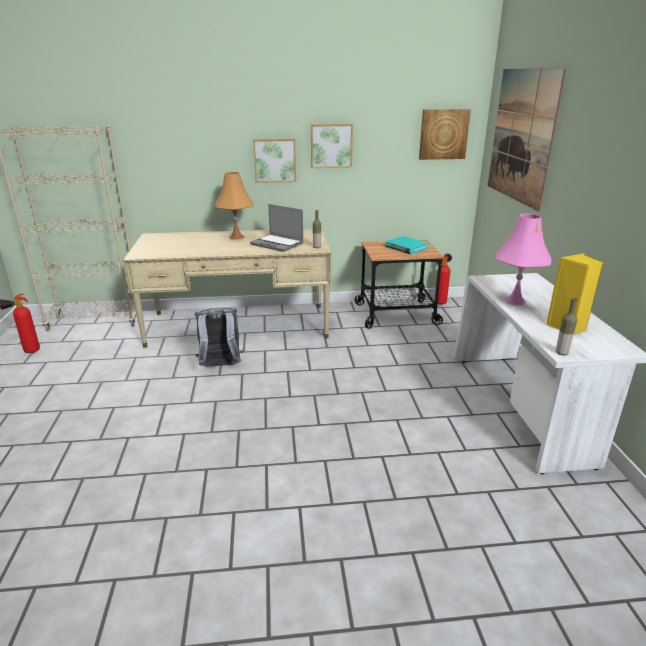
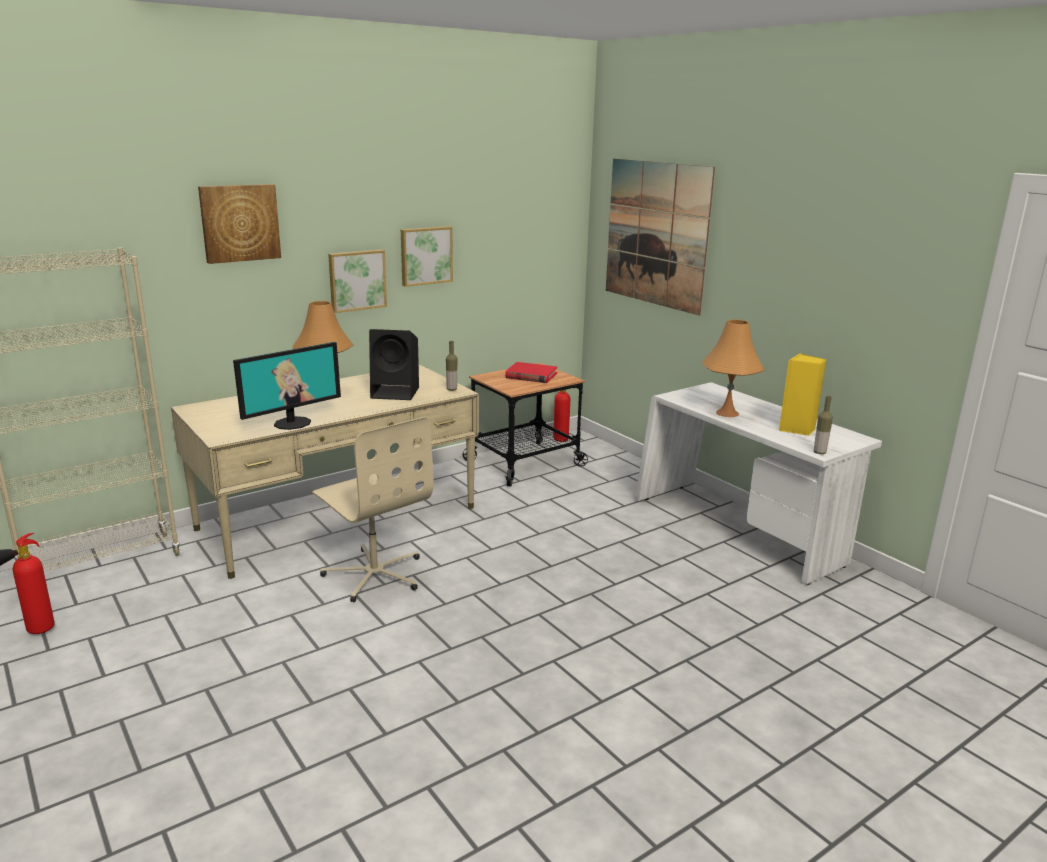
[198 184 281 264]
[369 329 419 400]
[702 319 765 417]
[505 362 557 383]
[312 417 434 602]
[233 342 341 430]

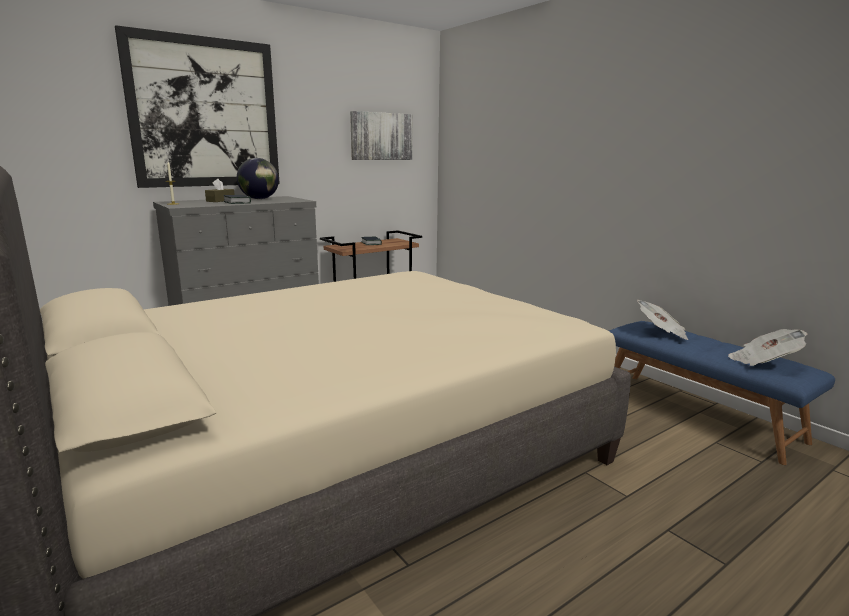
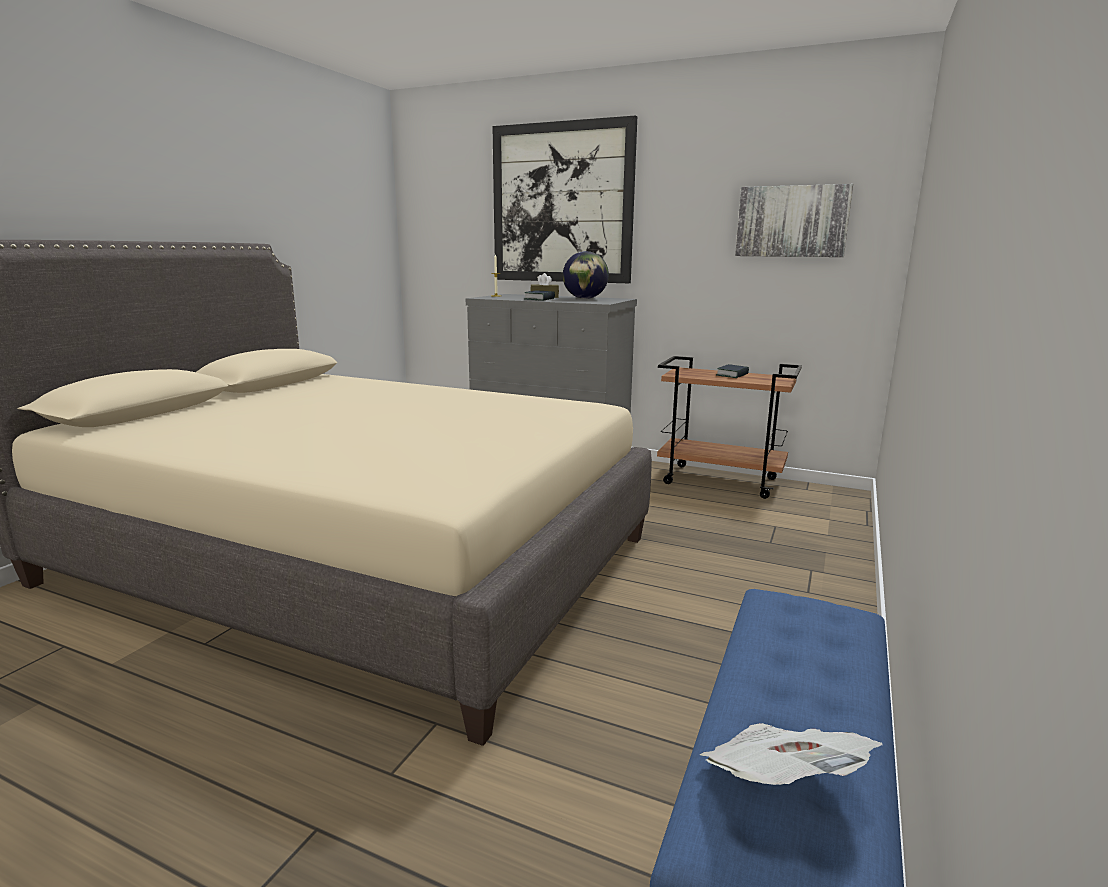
[637 300 688 340] (first image)

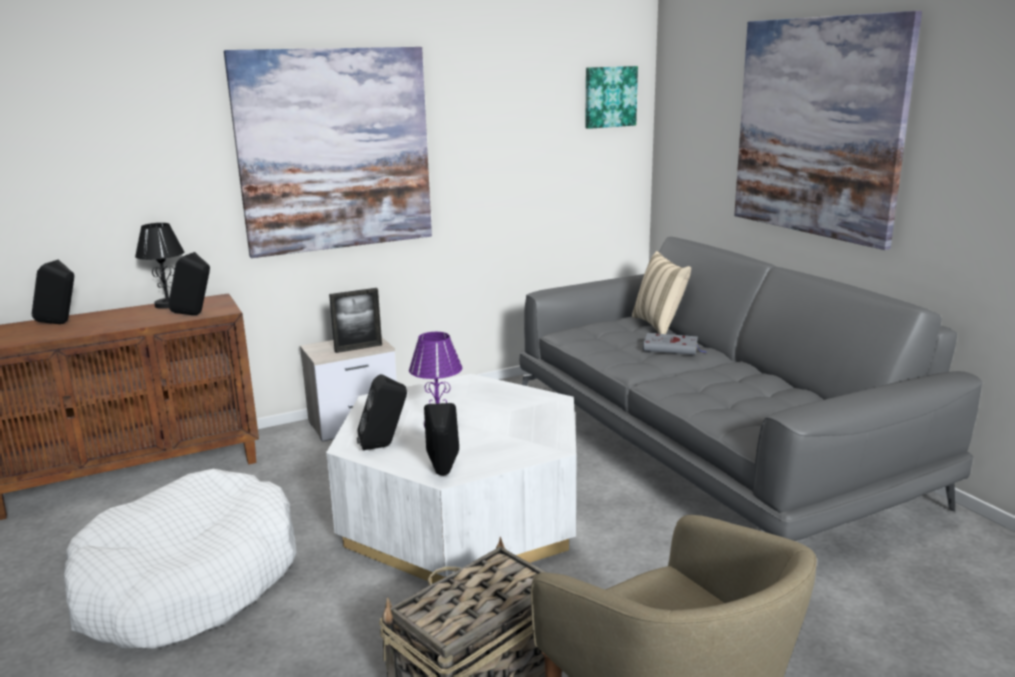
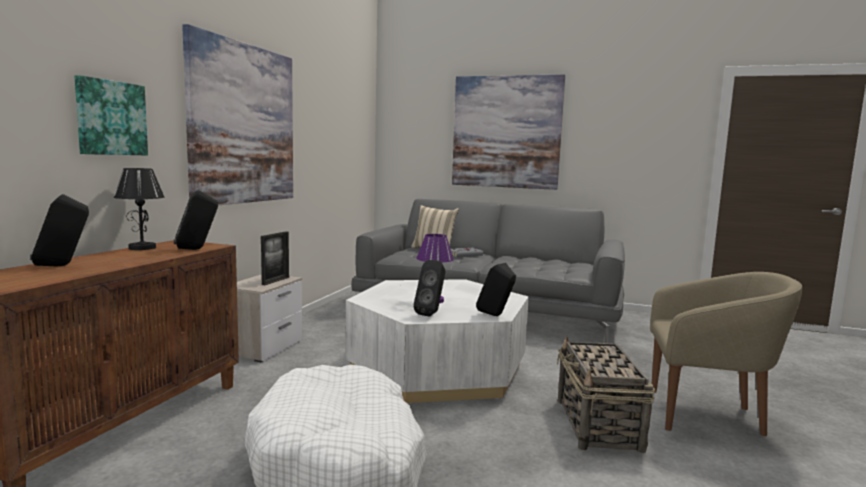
[75 75 148 156]

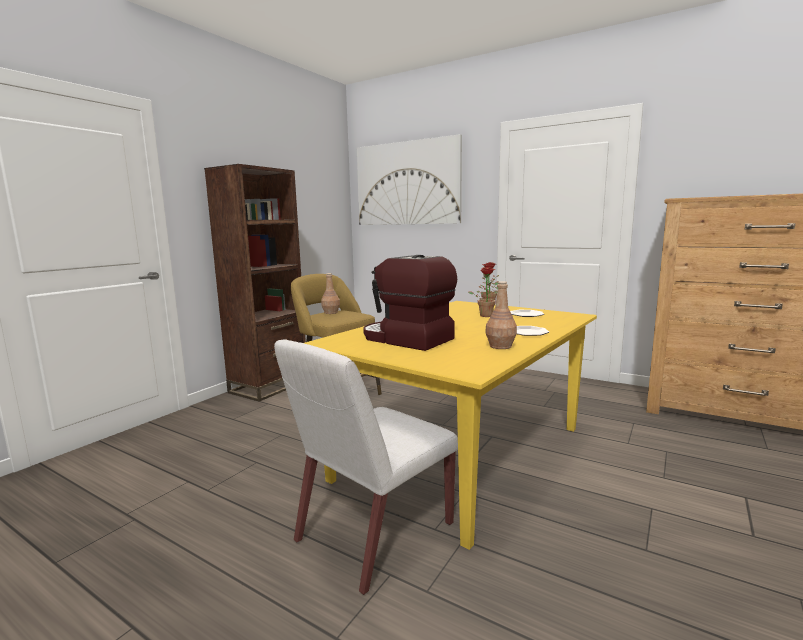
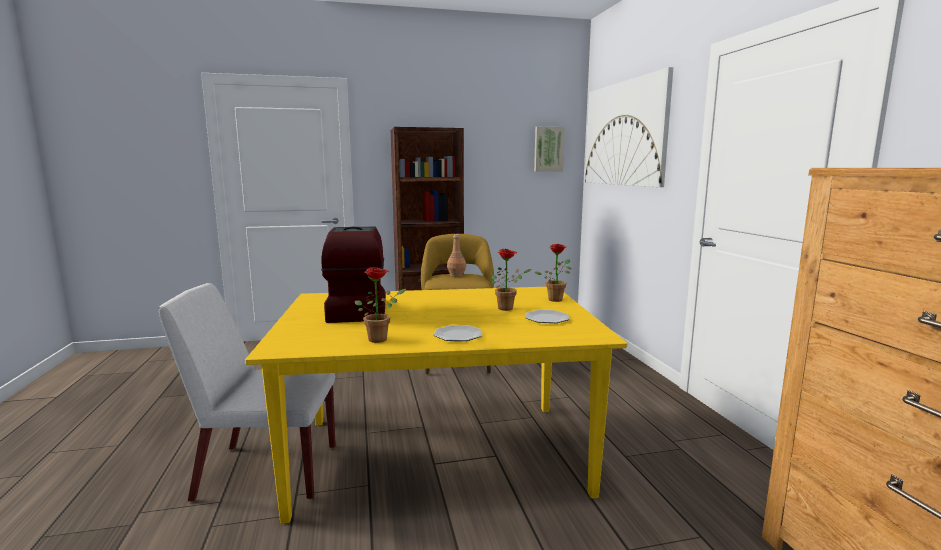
[355 267 406 343]
[534 127 565 171]

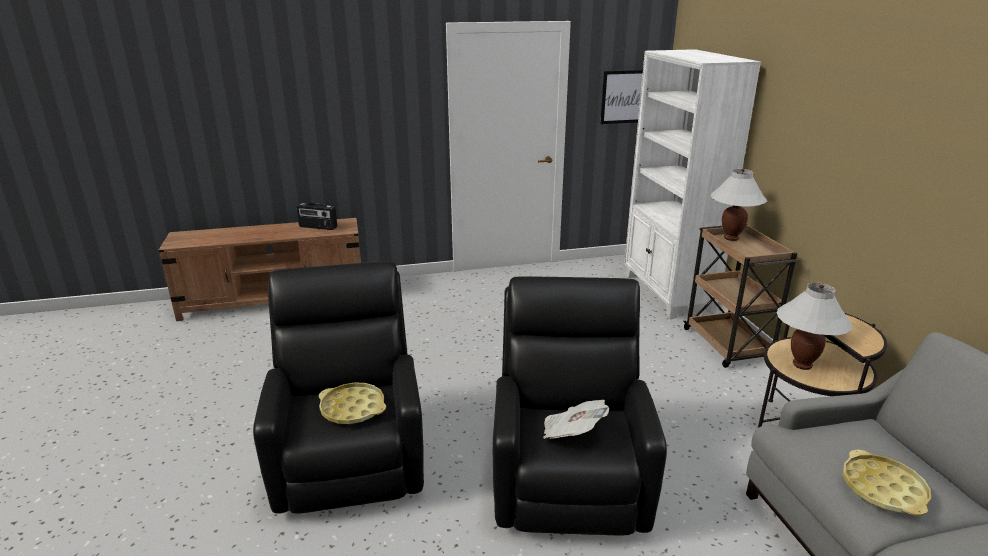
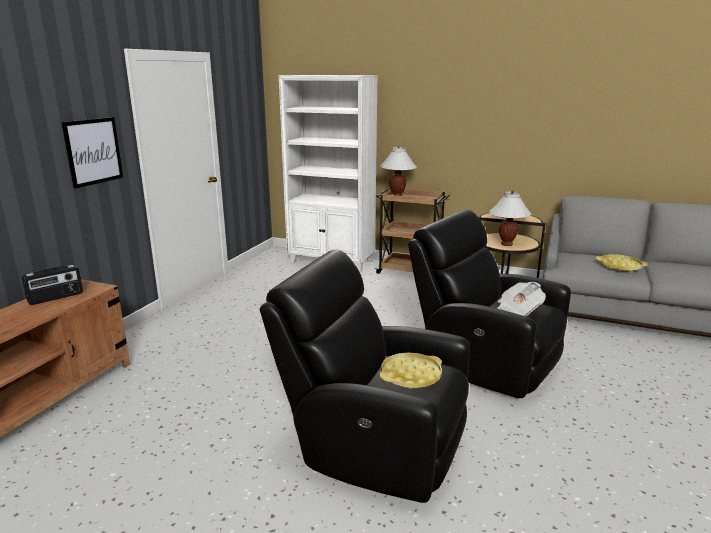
[62 117 123 189]

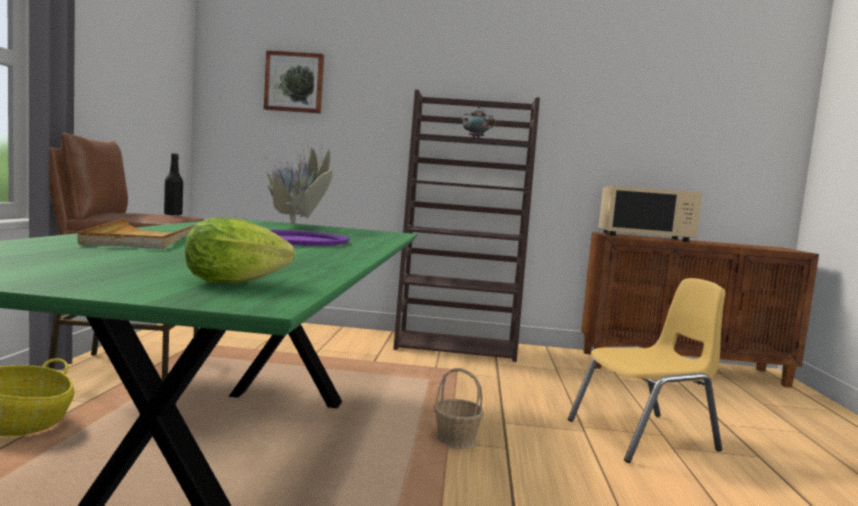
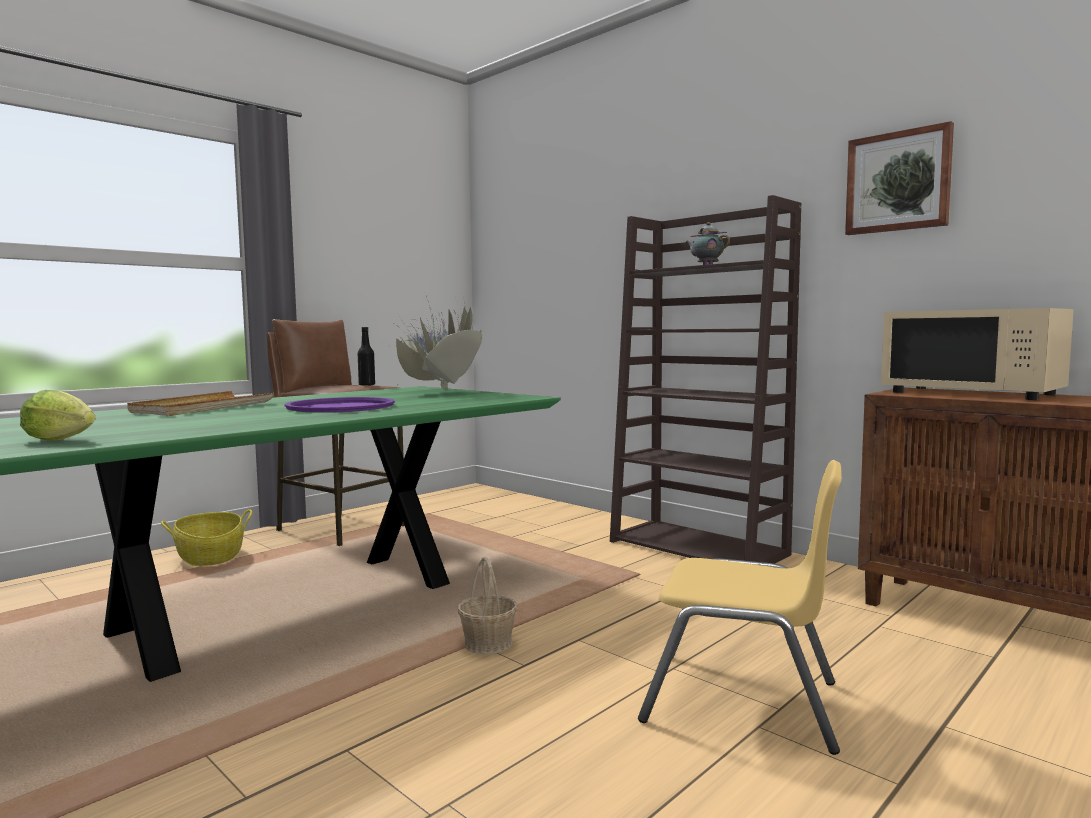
[845 121 954 235]

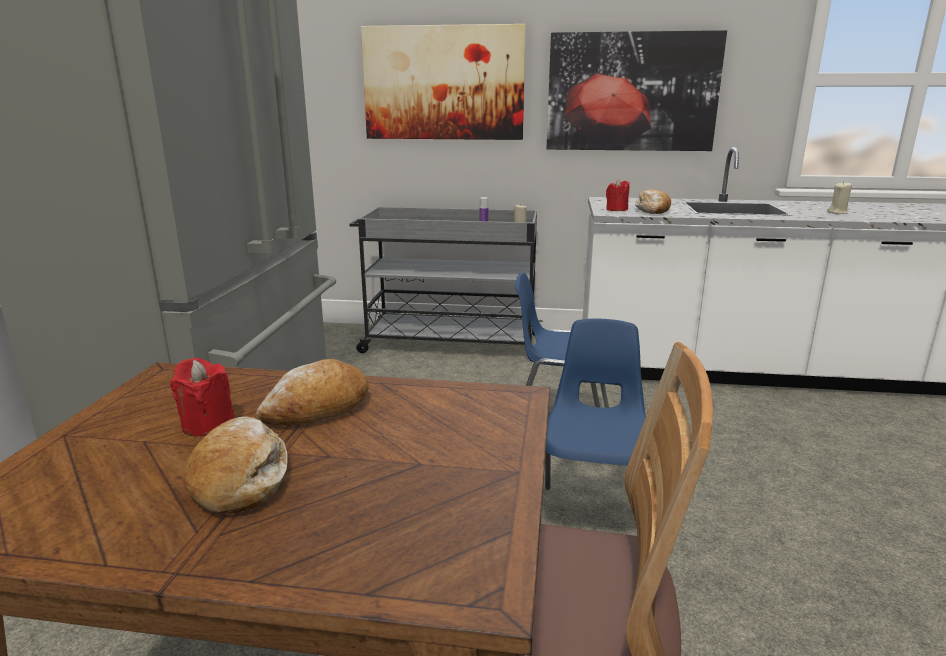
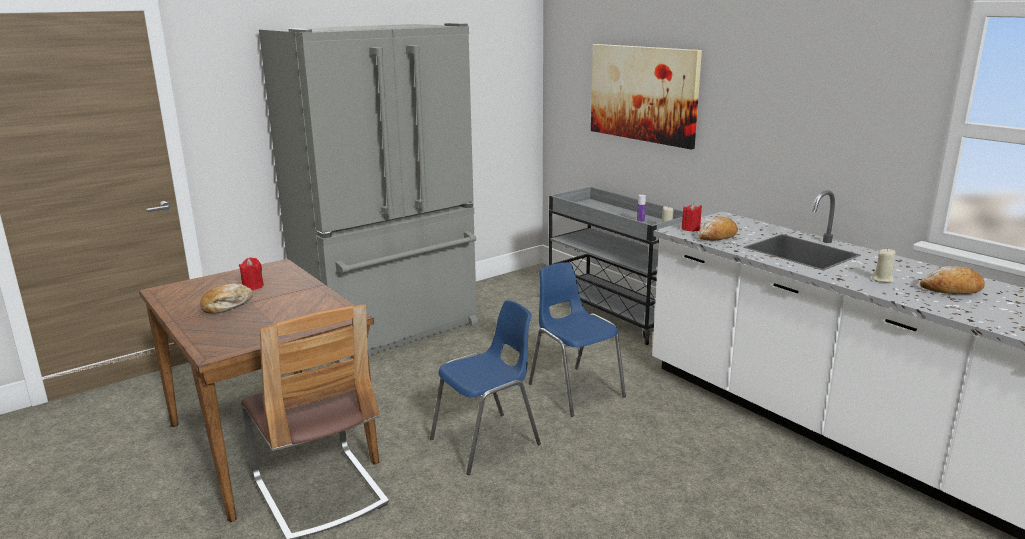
[547 30 727 151] (first image)
[920 266 985 294]

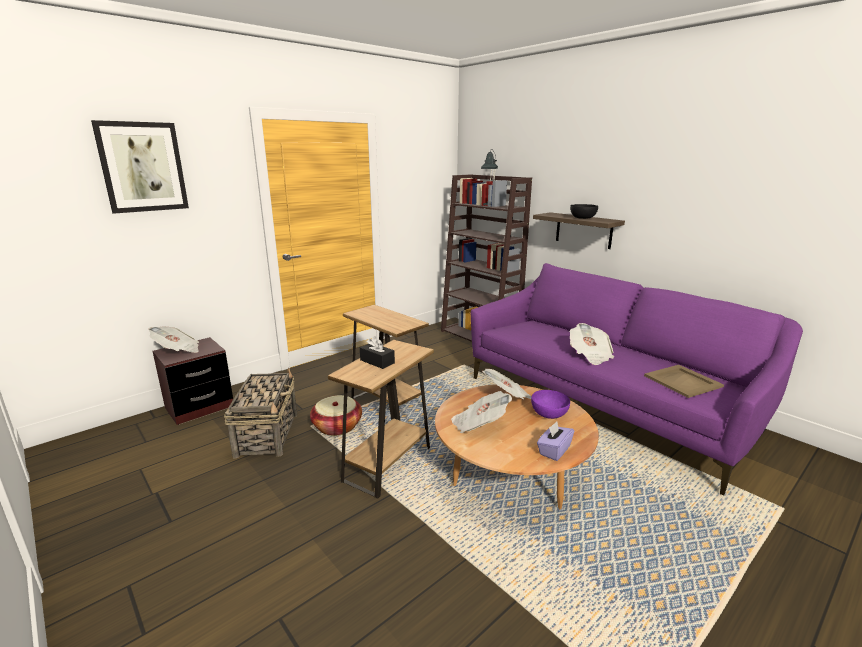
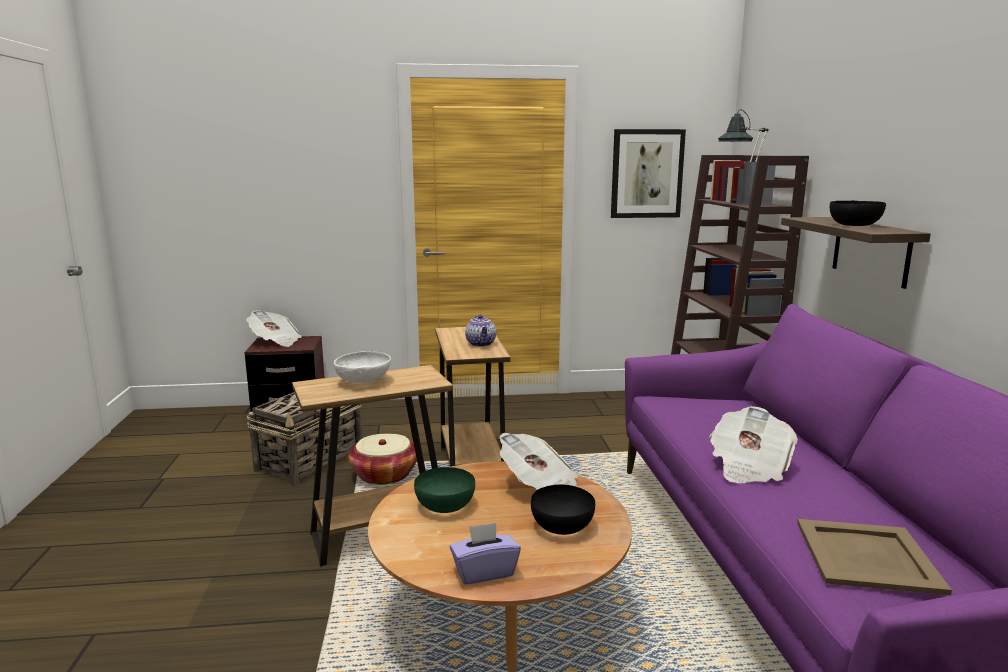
[611 129 686 218]
[334 351 391 383]
[531 485 595 535]
[414 467 475 513]
[465 314 496 347]

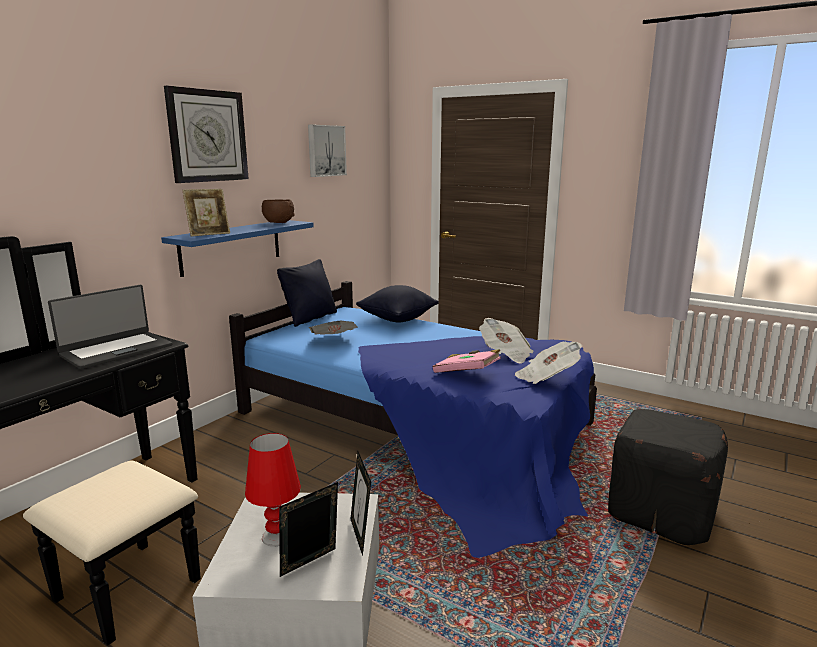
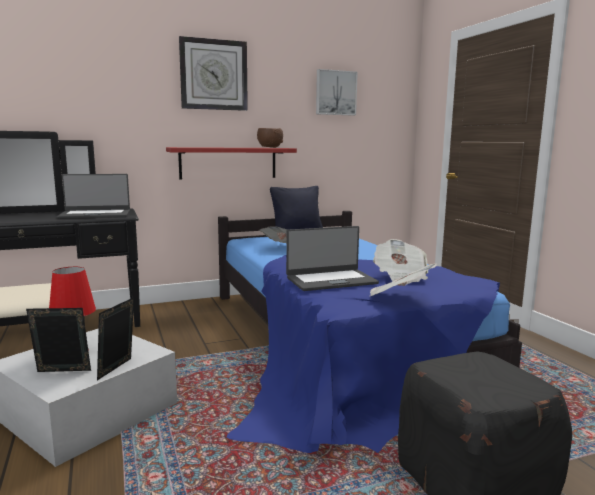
[182 189 230 236] (first image)
[166 147 297 179]
[356 285 439 322] (first image)
[286 226 379 291]

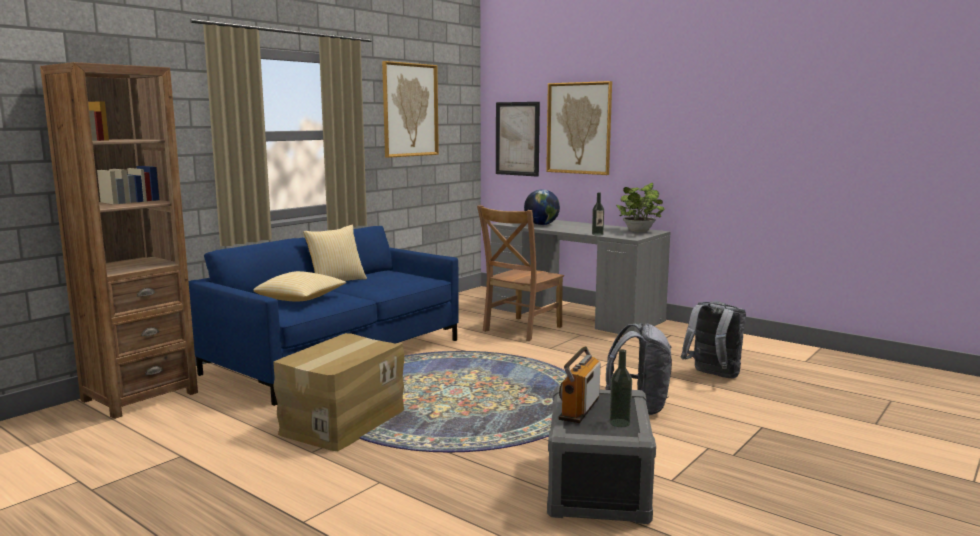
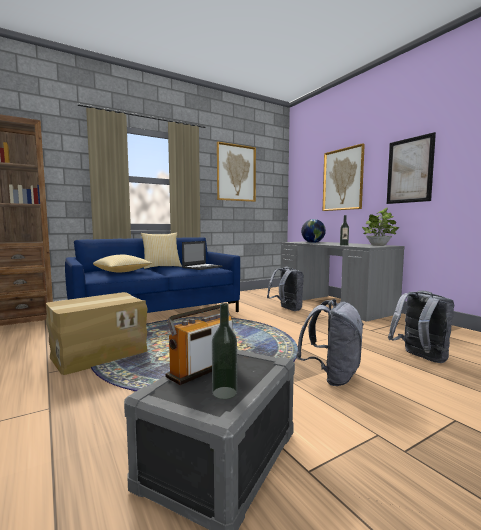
[387 132 436 204]
[267 267 304 311]
[182 241 222 270]

